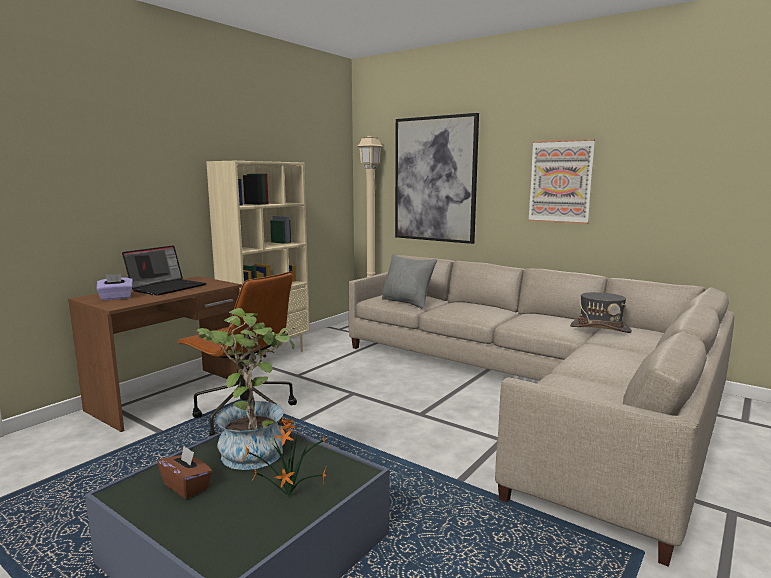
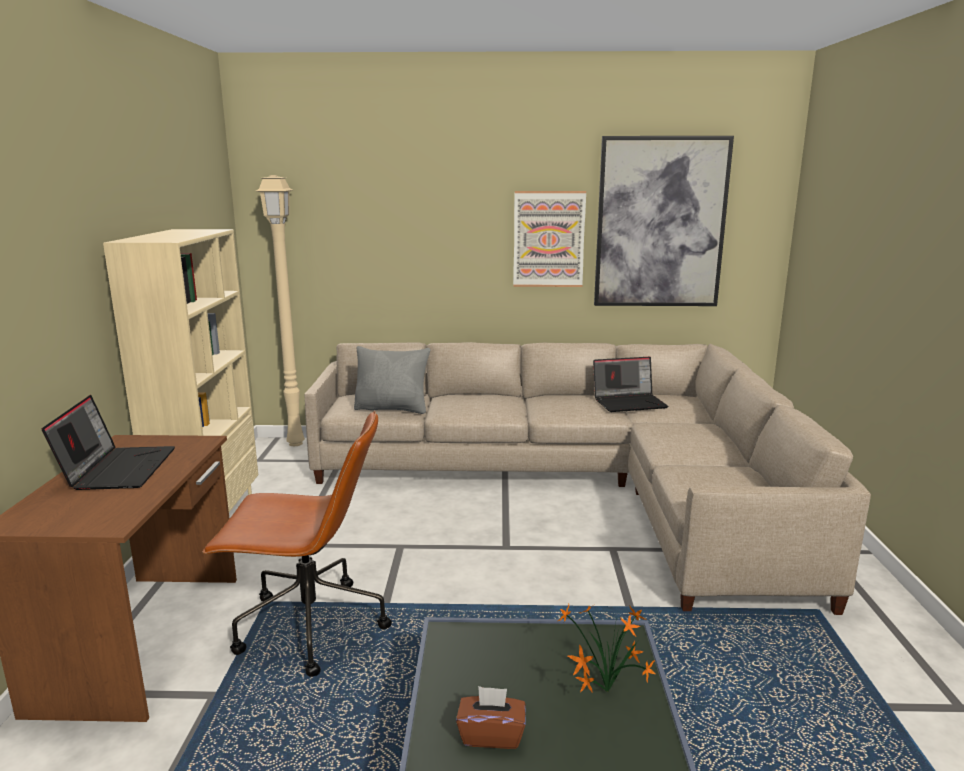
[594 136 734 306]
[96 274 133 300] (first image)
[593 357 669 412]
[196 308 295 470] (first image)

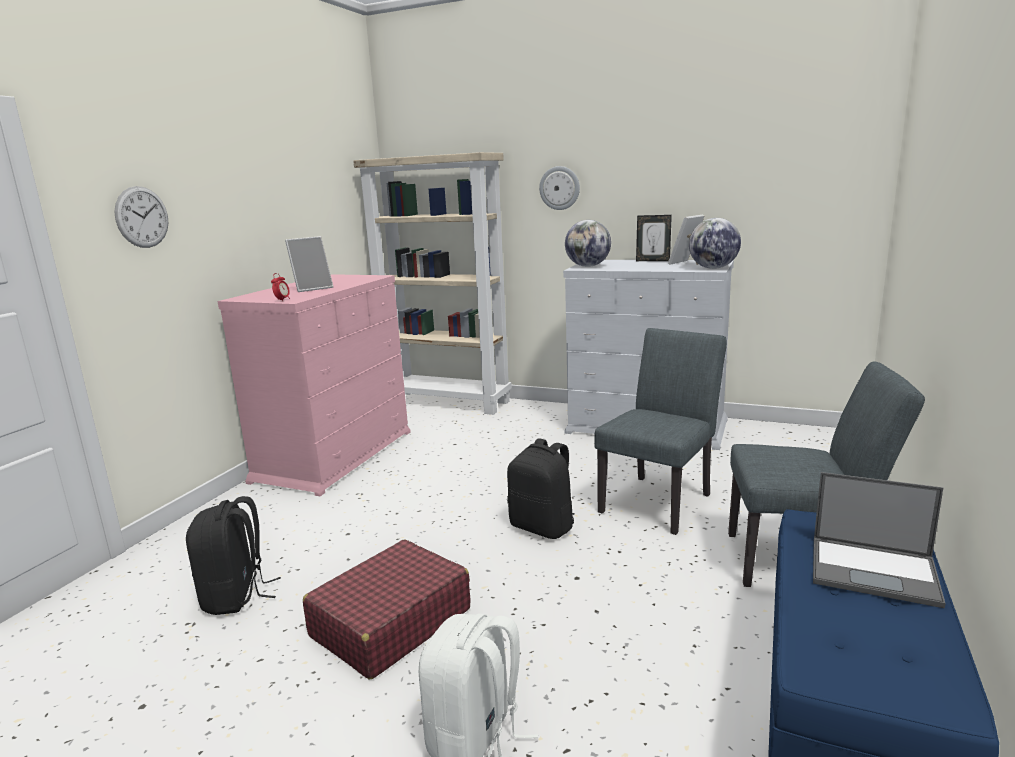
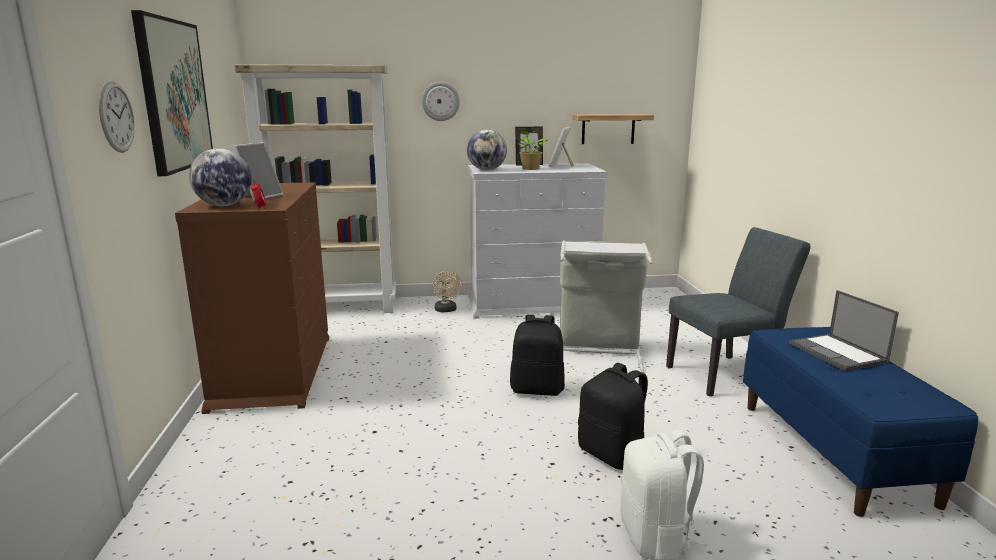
[189 148 252 206]
[175 182 329 414]
[560 240 653 373]
[789 290 899 371]
[578 363 648 470]
[303 539 471 679] (first image)
[131 10 213 176]
[572 114 654 144]
[516 130 548 170]
[433 271 462 312]

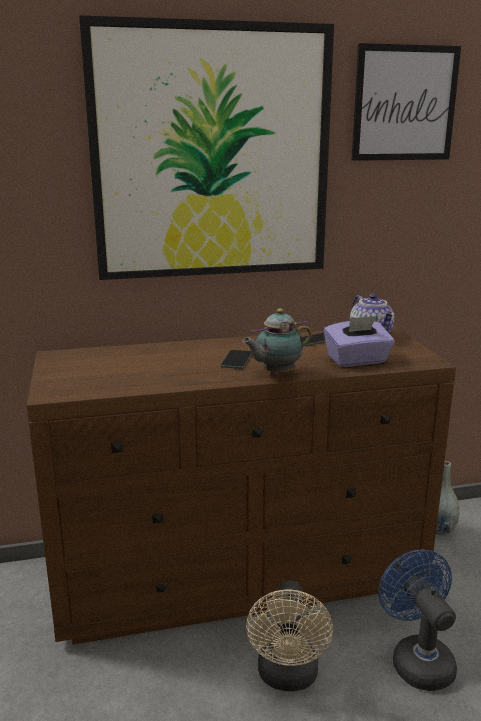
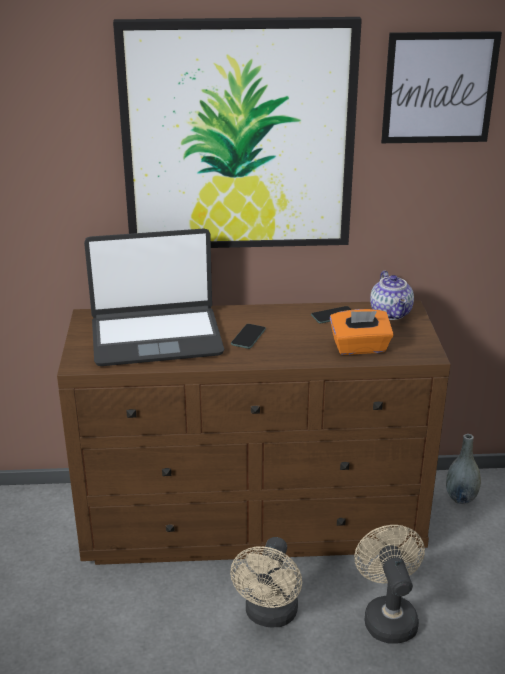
[242 308 312 375] (first image)
[330 309 394 355]
[355 525 425 643]
[84 229 224 366]

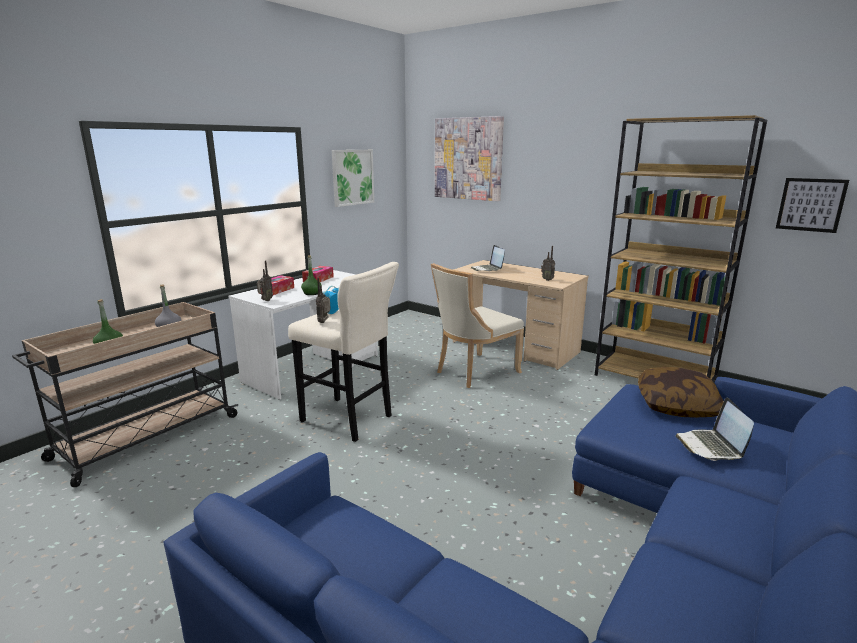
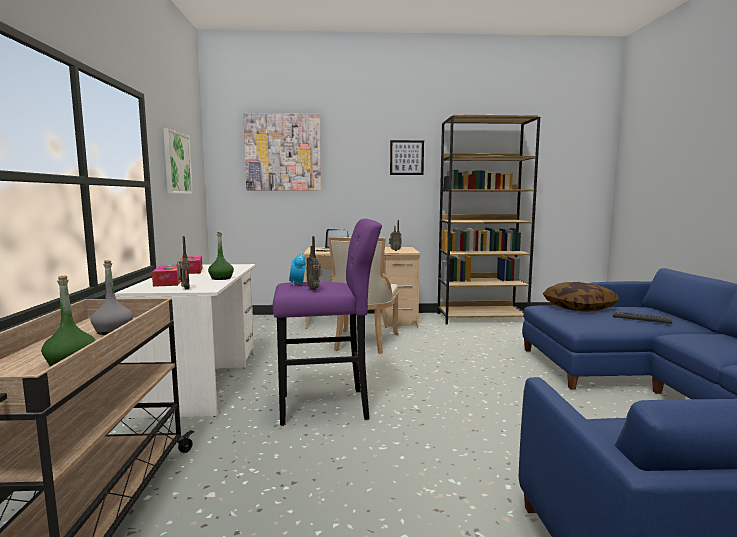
[390 140 424 175]
[273 219 382 426]
[613 311 672 324]

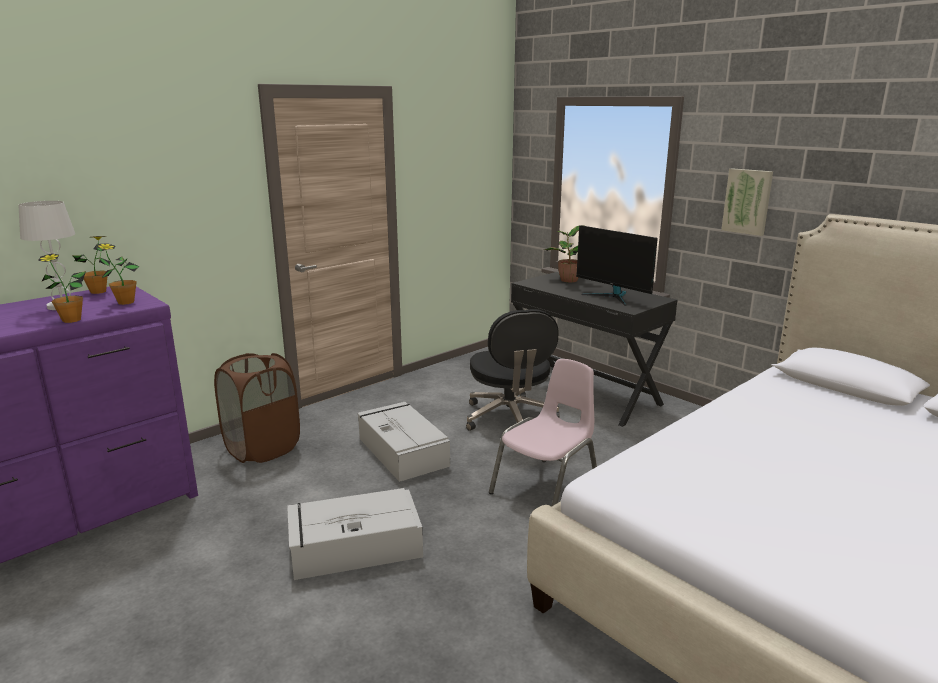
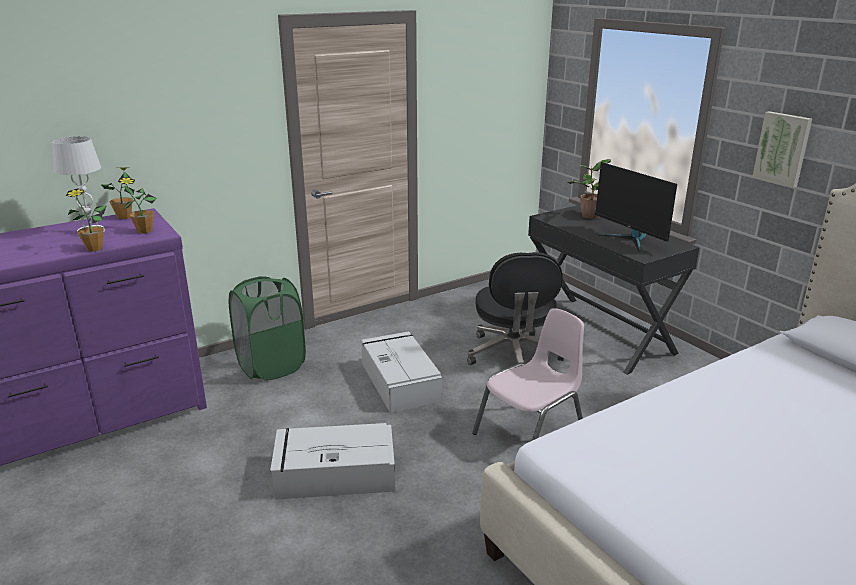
[229 276 306 381]

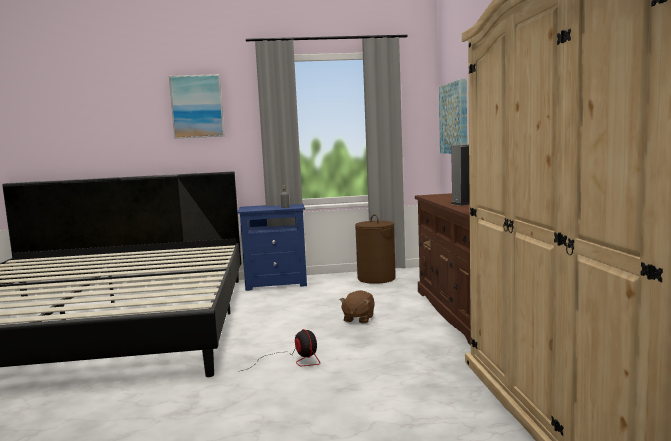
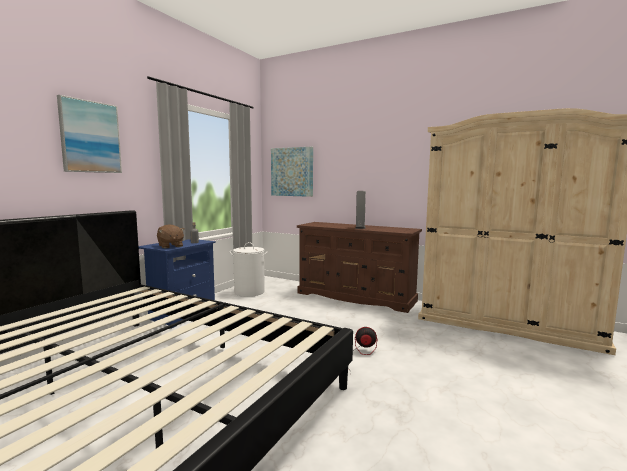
[230 242 267 297]
[157 224 185 248]

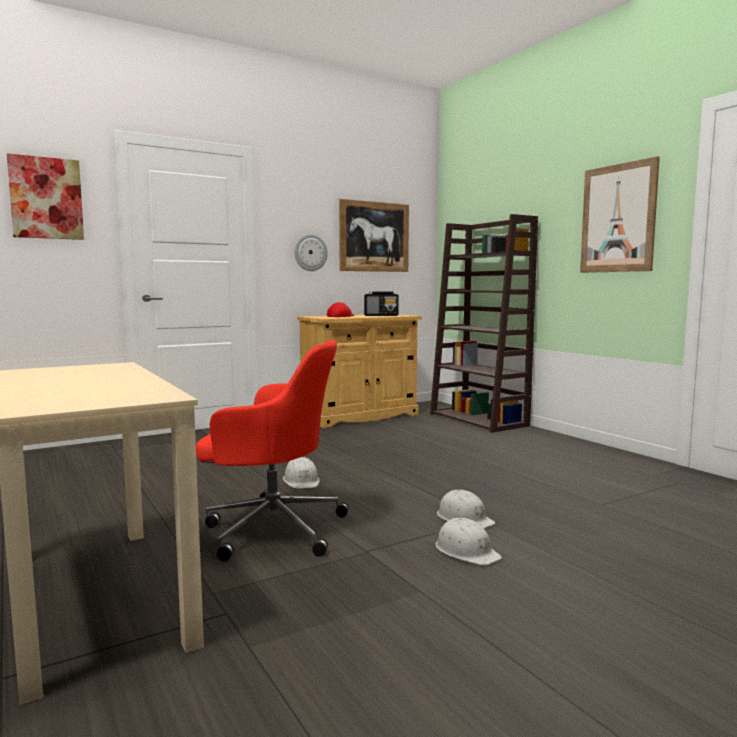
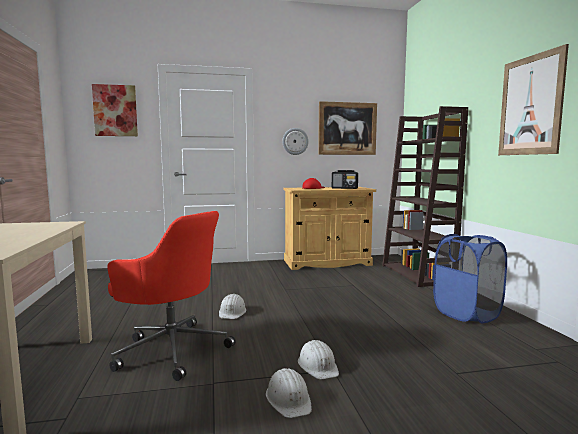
[433 234 507 323]

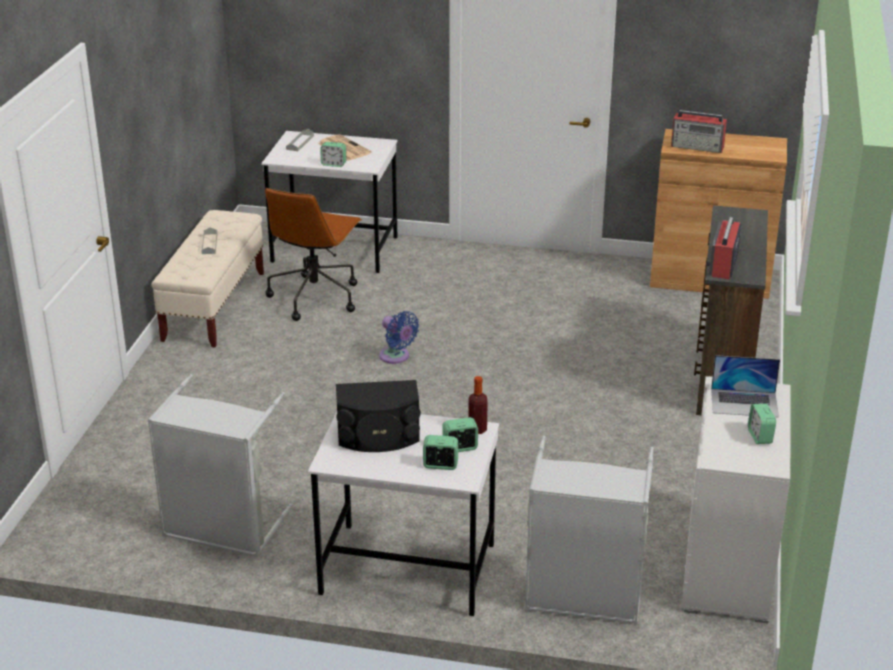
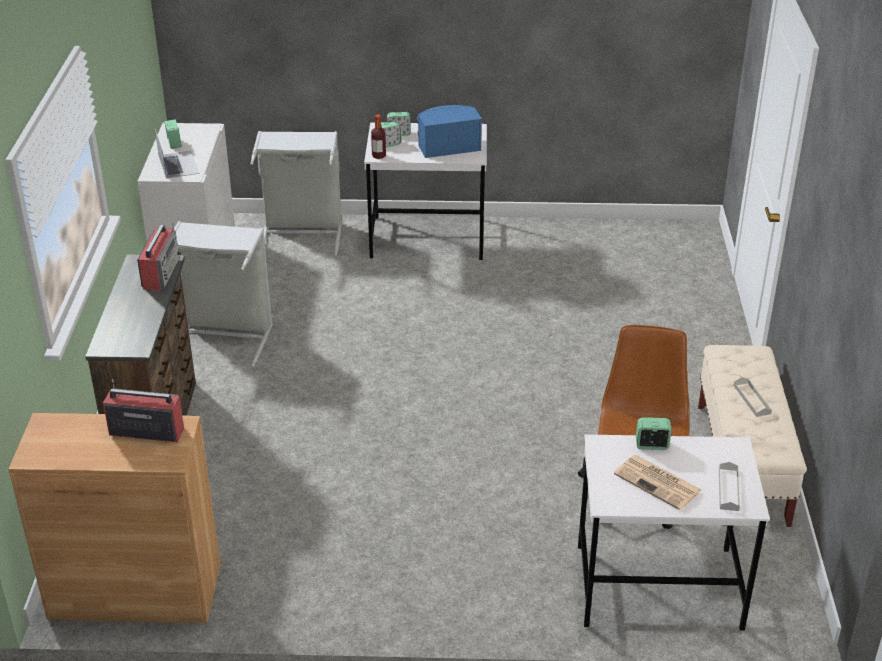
[379 311 419 364] (first image)
[155 129 200 179]
[174 221 273 367]
[417 105 482 158]

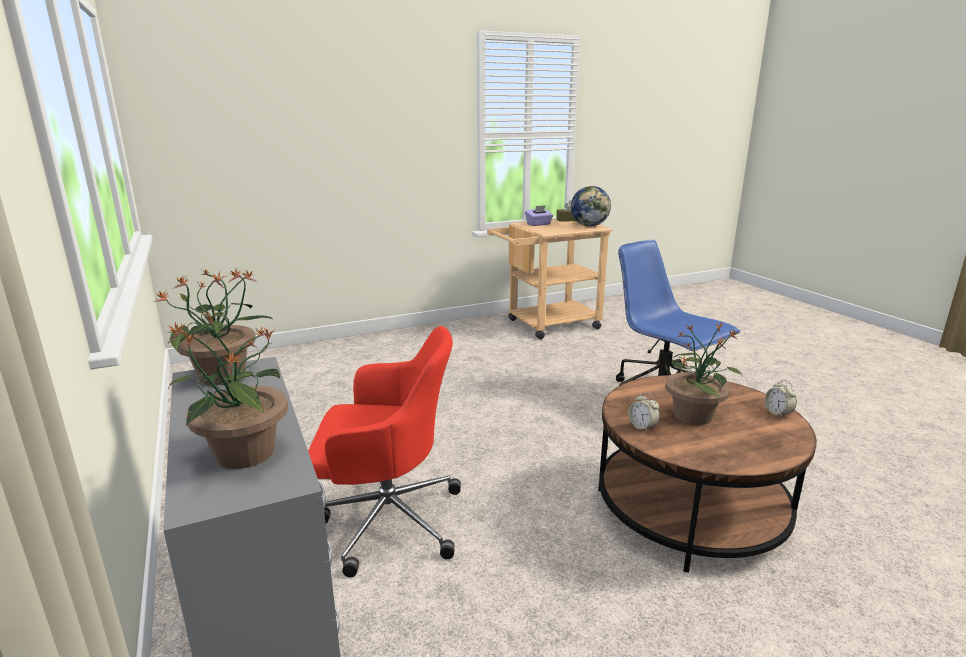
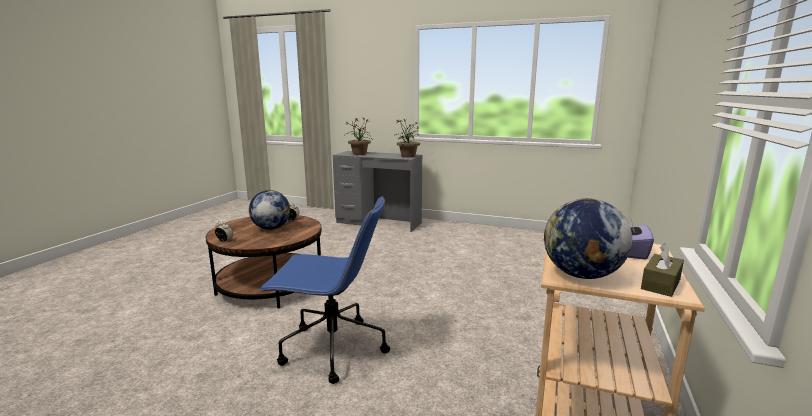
[249 190 290 230]
[308 326 461 577] (first image)

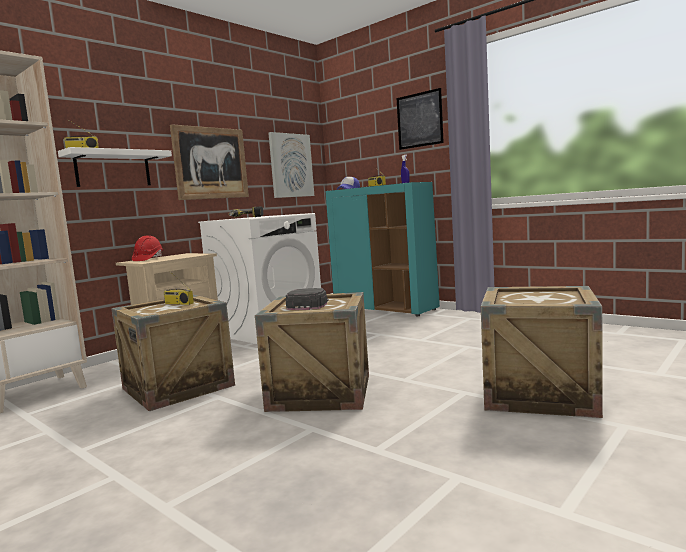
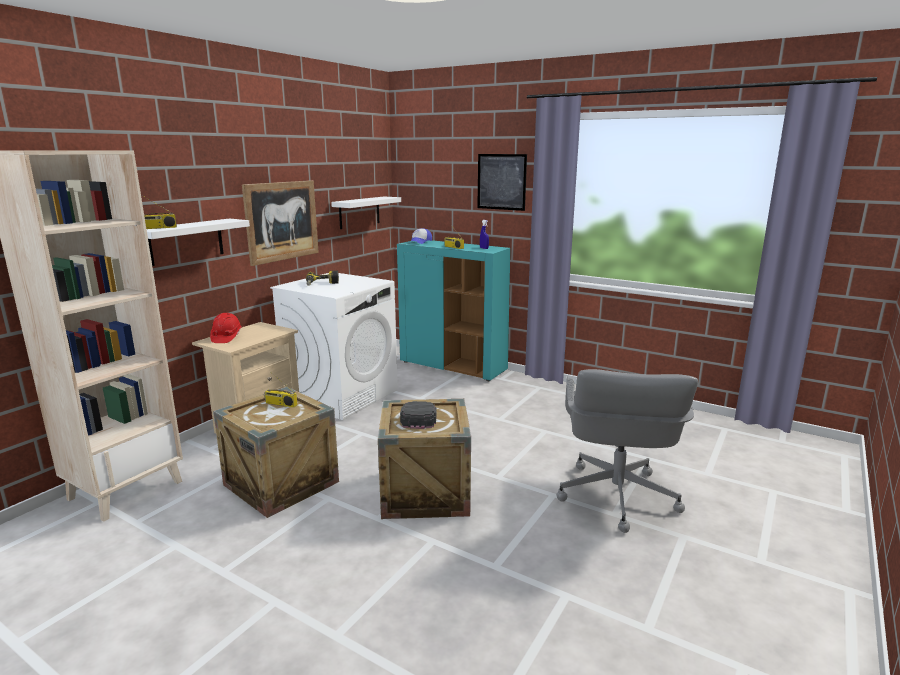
[331 197 401 229]
[556 369 698 533]

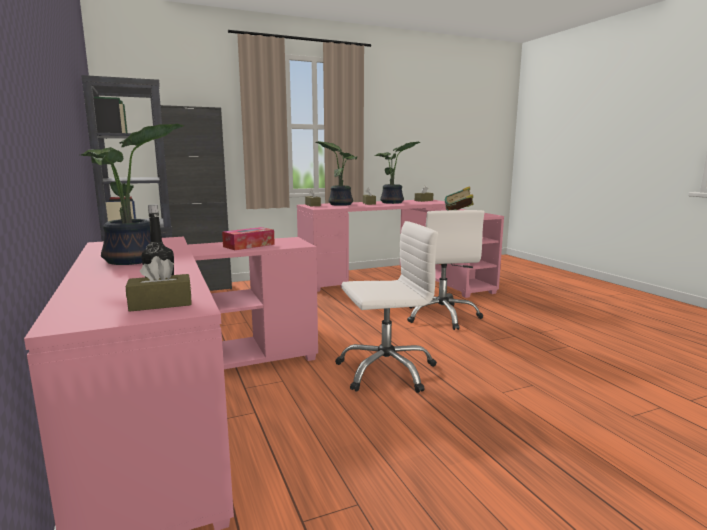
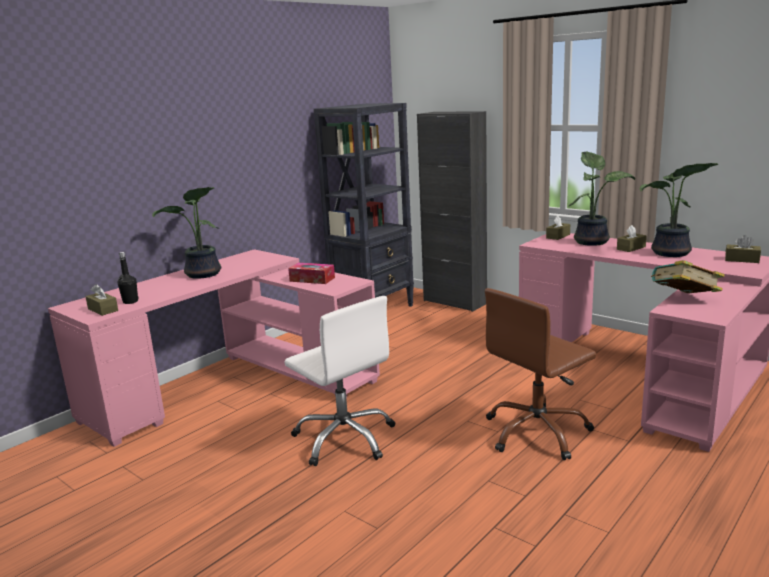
[485 288 596 460]

